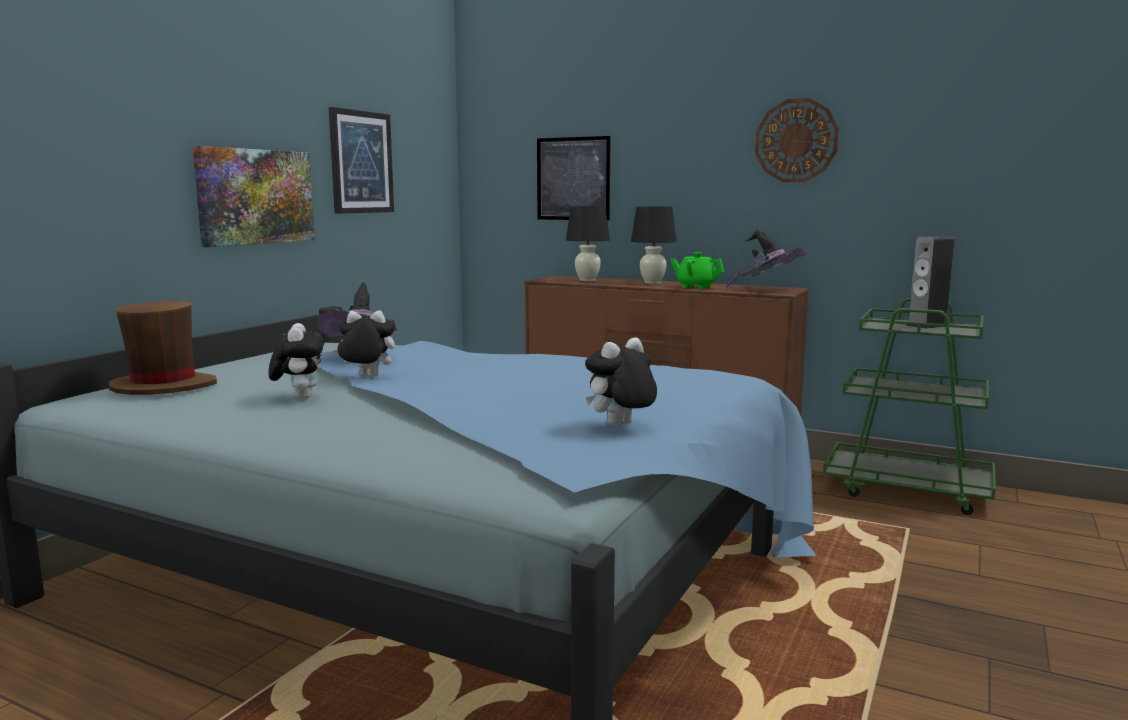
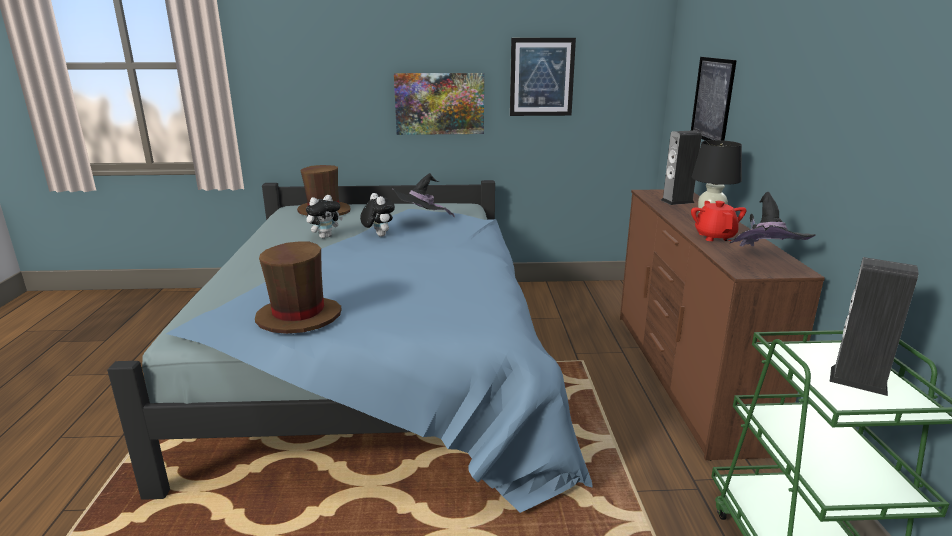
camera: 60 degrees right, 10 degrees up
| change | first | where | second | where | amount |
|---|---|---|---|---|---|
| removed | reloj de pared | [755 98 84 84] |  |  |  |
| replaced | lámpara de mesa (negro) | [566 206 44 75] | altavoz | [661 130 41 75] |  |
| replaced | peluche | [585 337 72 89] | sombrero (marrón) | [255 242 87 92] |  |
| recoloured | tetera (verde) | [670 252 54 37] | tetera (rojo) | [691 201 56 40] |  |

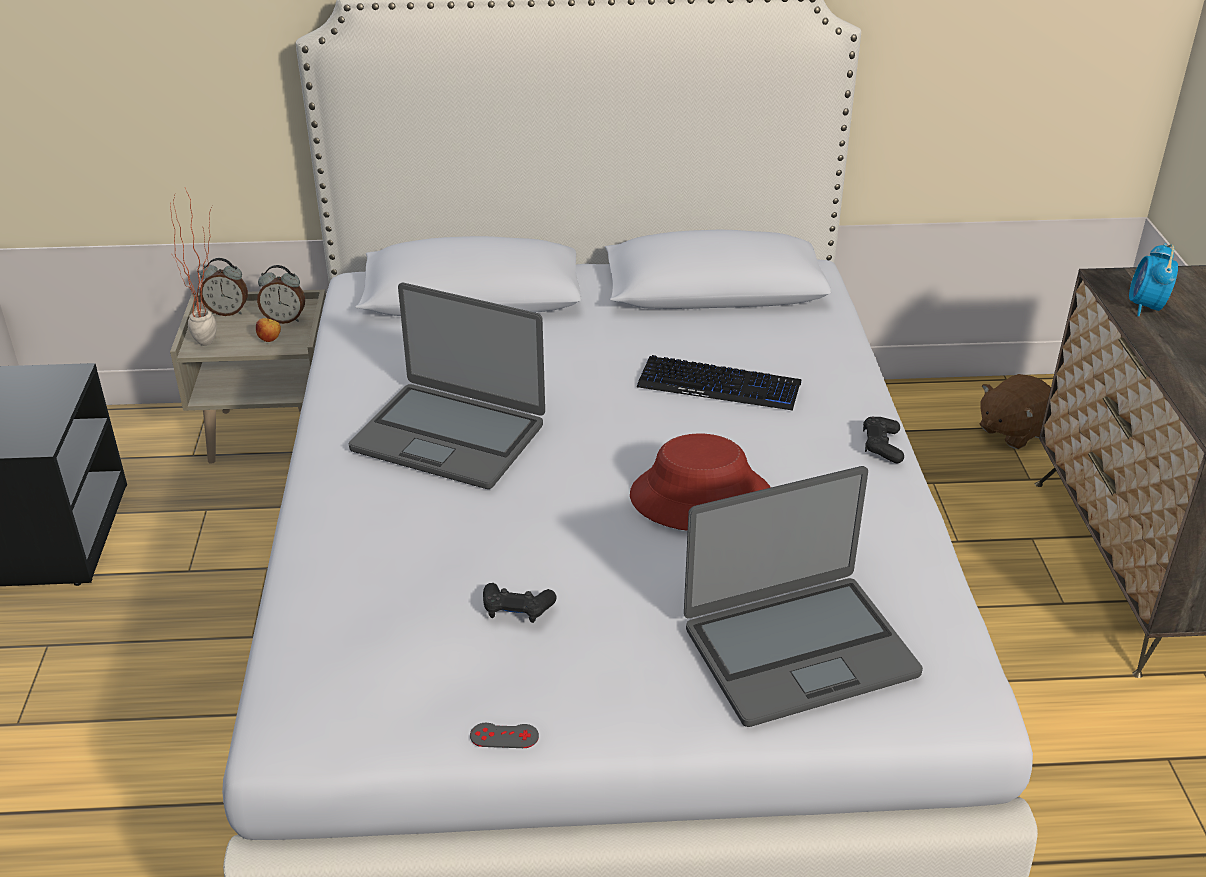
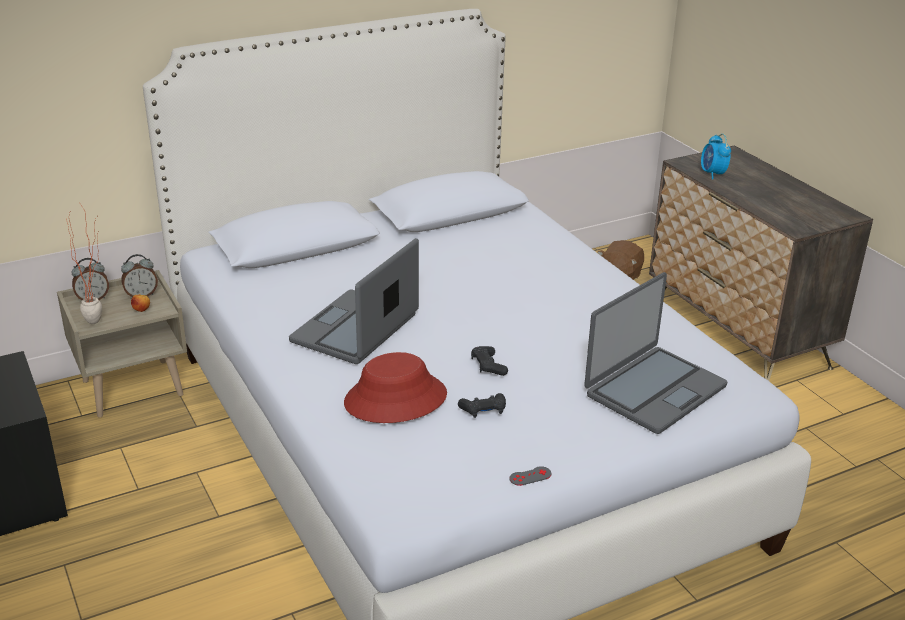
camera: 25 degrees left, 5 degrees down
| change | first | where | second | where | amount |
|---|---|---|---|---|---|
| removed | teclado | [637 355 164 55] |  |  |  |
| moved | sombrero (rojo) | [630 433 141 98] |  | [344 352 103 71] |  |
| moved | mando de consola (negro) | [863 417 41 46] |  | [471 346 37 30] |  |
| turned | portátil | [349 283 196 206] |  | [289 238 130 126] | 120 degrees clockwise |

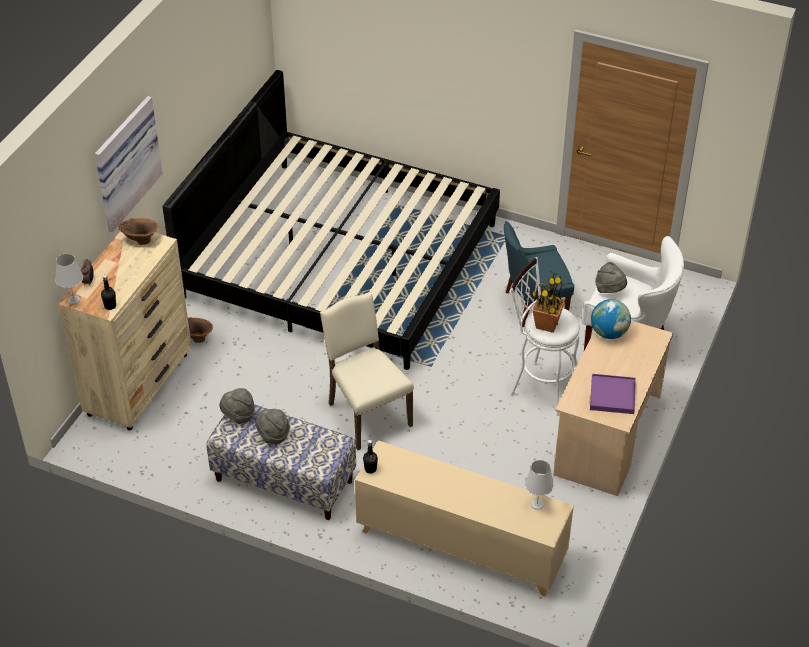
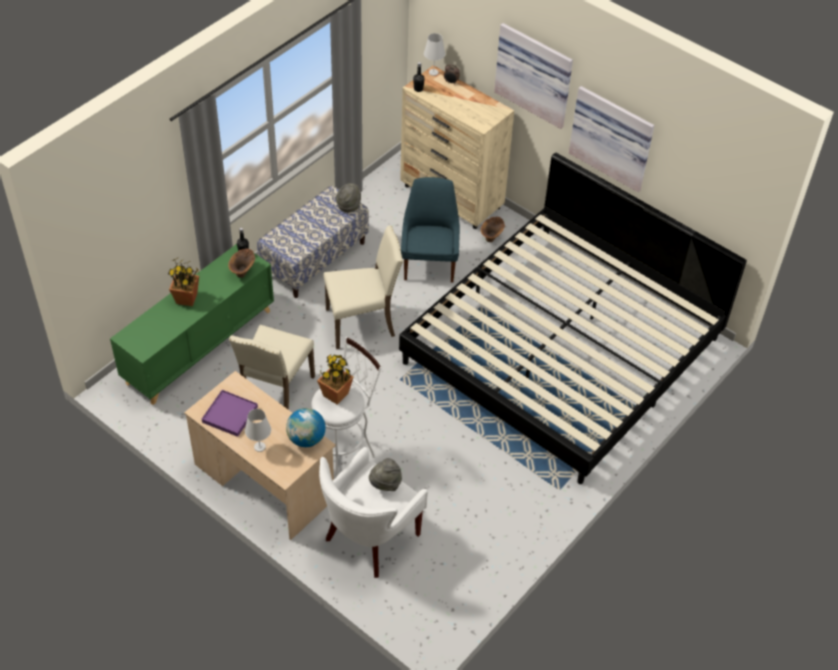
camera: 105 degrees right, 5 degrees up
| change | first | where | second | where | amount |
|---|---|---|---|---|---|
| removed | sombrero (gris) | [255 409 35 35] |  |  |  |
| added |  |  | planta en maceta | [168 258 31 48] |  |
| added |  |  | silla (beis) | [229 325 86 85] |  |
| added |  |  | cuadro | [569 86 85 106] |  |
| moved | florero (marrón) | [118 218 40 27] |  | [228 248 28 30] |  |
| moved | silla (azul) | [504 221 70 107] |  | [401 177 59 106] |  |
| moved | lámpara de mesa (blanco) | [525 460 29 50] |  | [245 409 26 43] |  |
| recoloured | armario (beis) | [355 440 219 157] | armario (verde) | [110 244 164 161] |  |

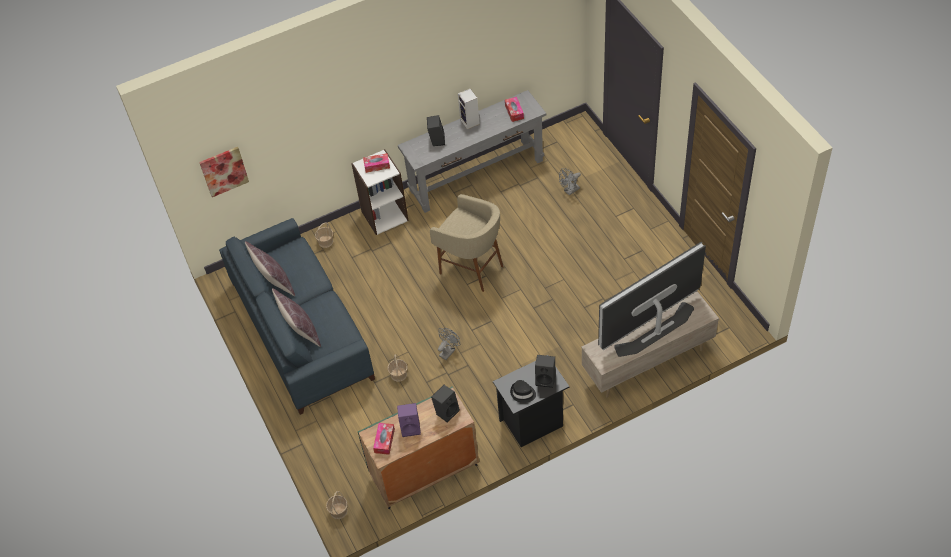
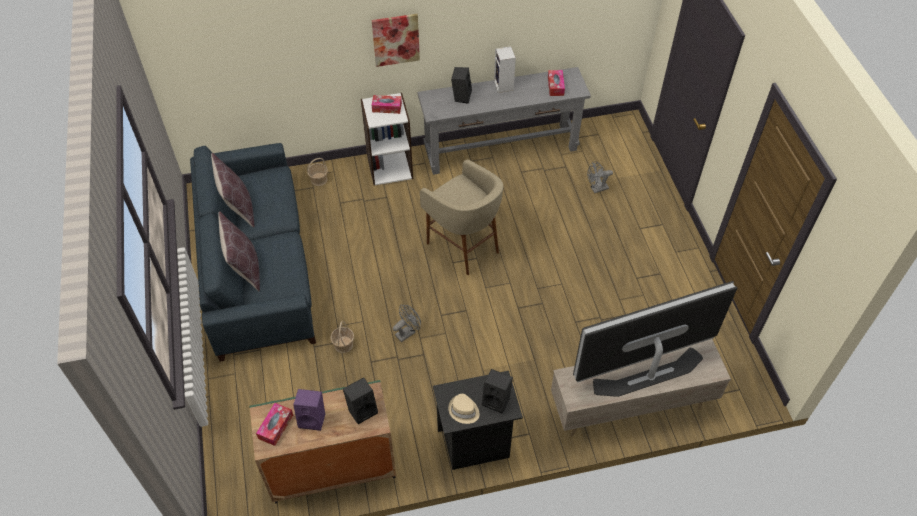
camera: 10 degrees right, 0 degrees up
| change | first | where | second | where | amount |
|---|---|---|---|---|---|
| removed | cesta | [326 491 22 28] |  |  |  |
| moved | cuadro | [199 147 50 50] |  | [372 14 48 53] |  |
| recoloured | sombrero (negro) | [510 380 26 23] | sombrero (beis) | [448 394 31 30] |  |

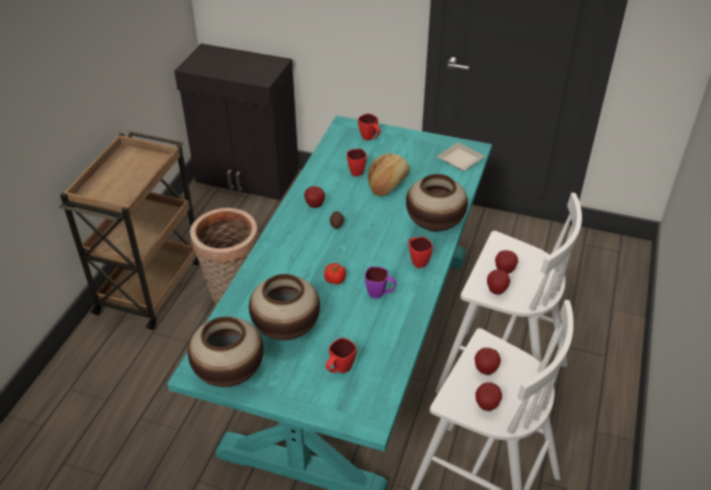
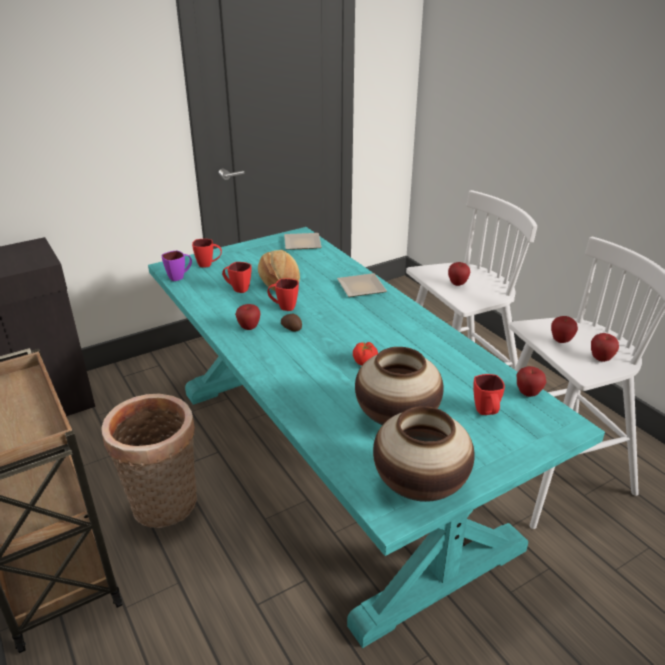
camera: 50 degrees left, 10 degrees down
| change | first | where | second | where | amount |
|---|---|---|---|---|---|
| moved | taza grande (morado) | [365 266 31 32] |  | [162 251 30 30] |  |
| moved | taza grande (rojo) | [409 237 24 31] |  | [267 278 32 33] |  |
| moved | manzana | [487 270 23 25] |  | [516 366 30 31] |  |
| replaced | florero | [406 174 62 58] | plato | [337 273 50 24] |  |

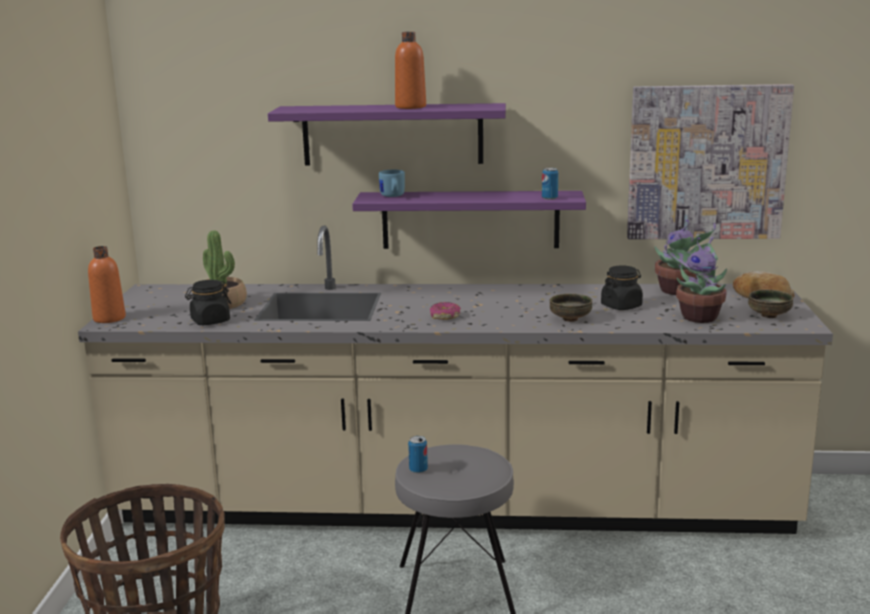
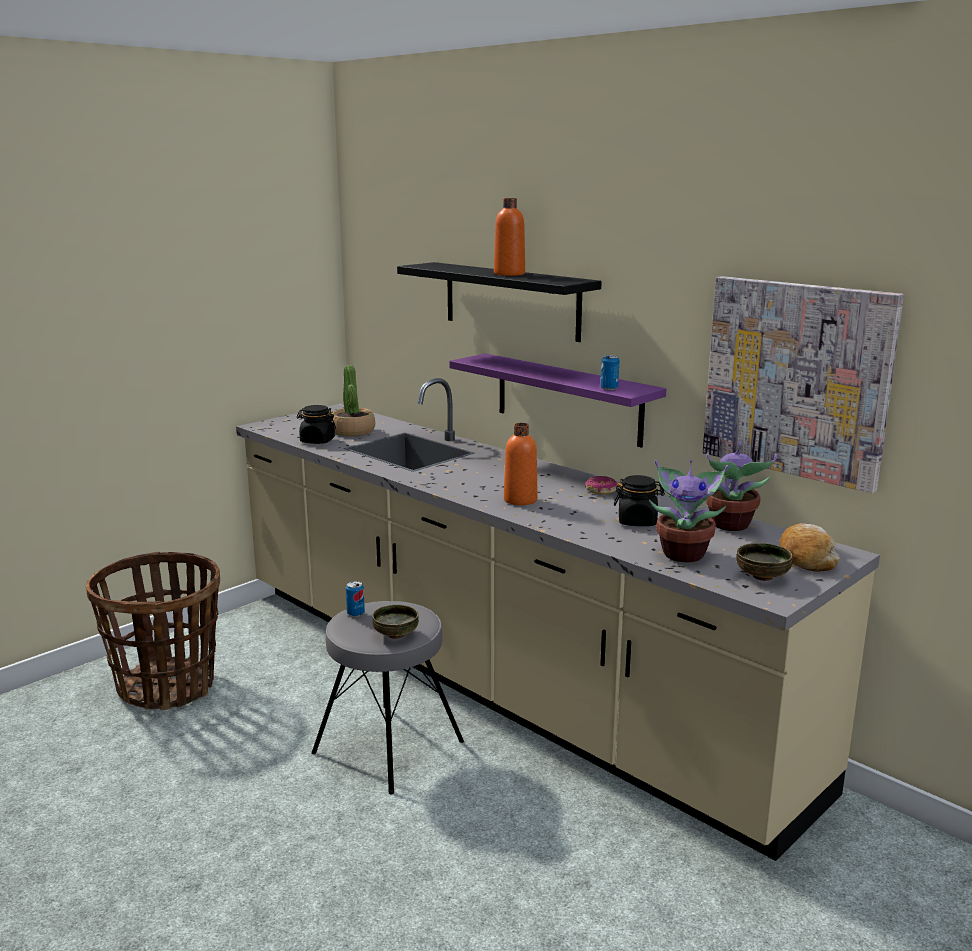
camera: 40 degrees right, 0 degrees up
| change | first | where | second | where | amount |
|---|---|---|---|---|---|
| removed | taza grande (azul) | [379 170 26 27] |  |  |  |
| moved | botella (naranja) | [88 246 38 77] |  | [504 423 34 82] |  |
| moved | rosquilla | [430 302 31 18] |  | [585 476 33 18] |  |
| moved | cuenco | [550 294 42 28] |  | [372 605 47 34] |  |
| recoloured | estante (morado) | [268 103 238 63] | estante (negro) | [397 262 205 80] |  |

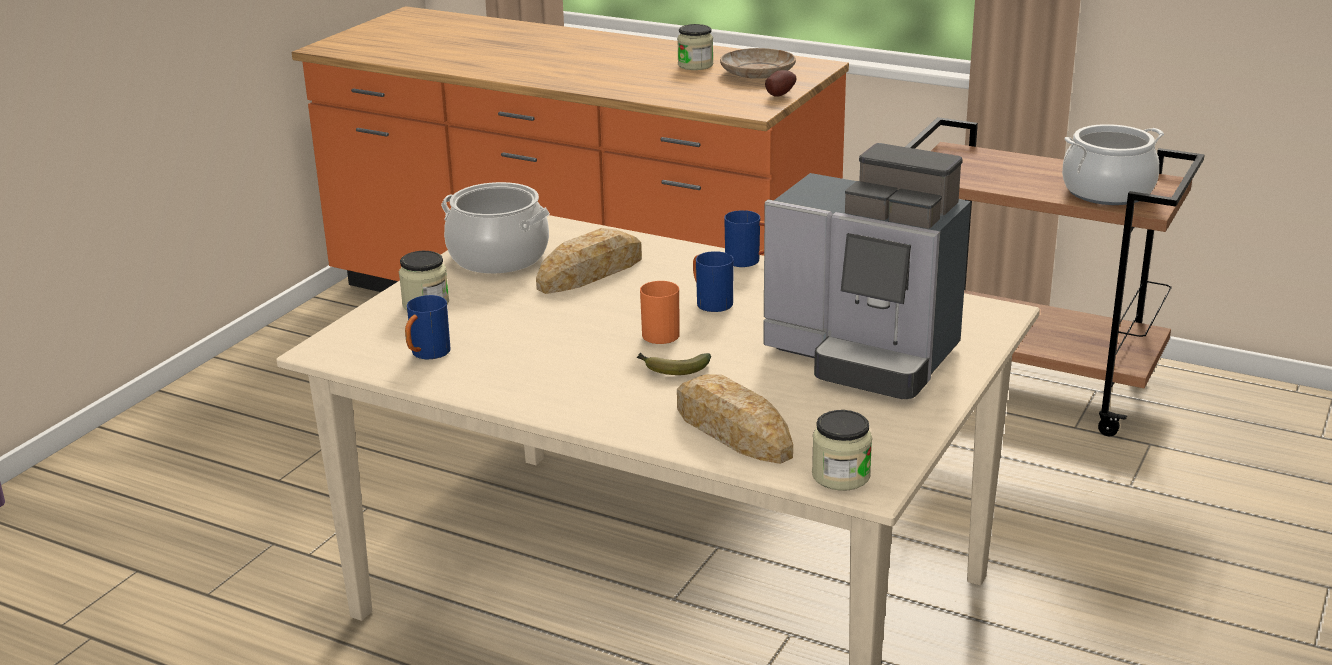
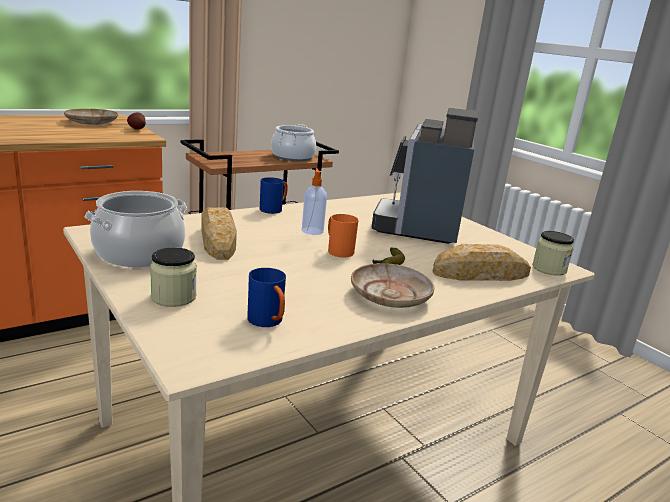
camera: 65 degrees left, 5 degrees down
| change | first | where | second | where | amount |
|---|---|---|---|---|---|
| removed | tarro | [677 24 36 46] |  |  |  |
| added |  |  | plato (beis) | [351 263 83 45] |  |
| replaced | taza grande (azul) | [693 251 41 61] | dispensador de jabón | [302 168 25 67] |  |
| turned | cafetera | [763 143 208 256] |  | [372 108 106 136] | 135 degrees clockwise |

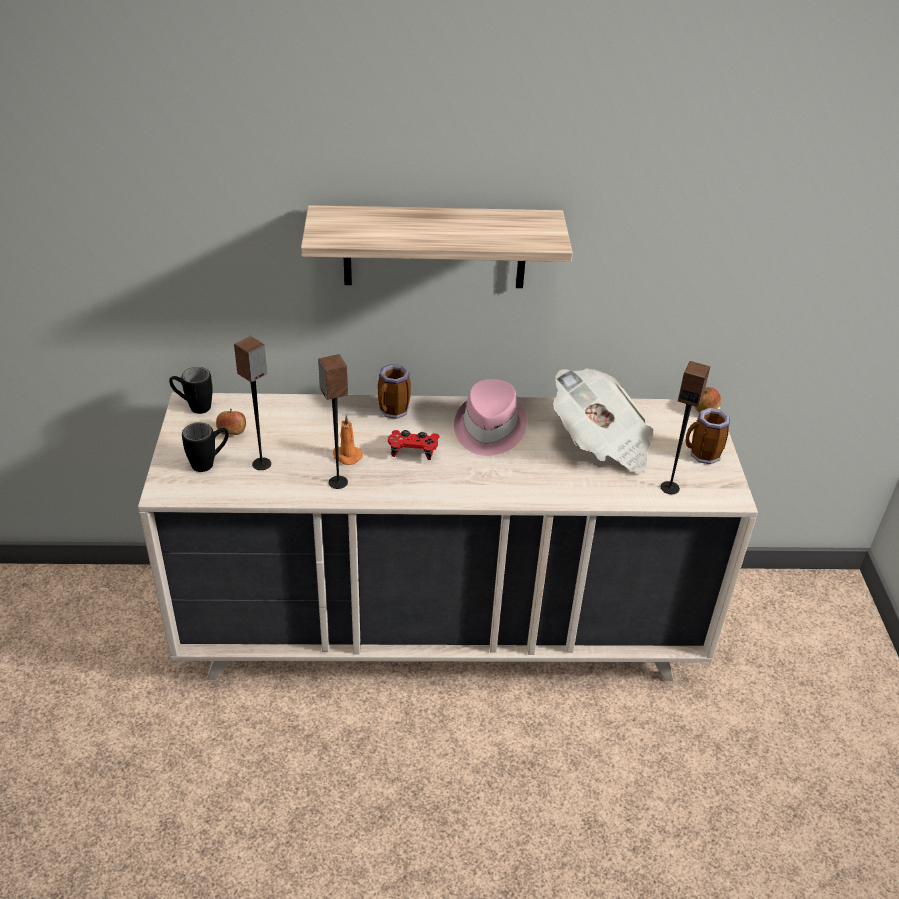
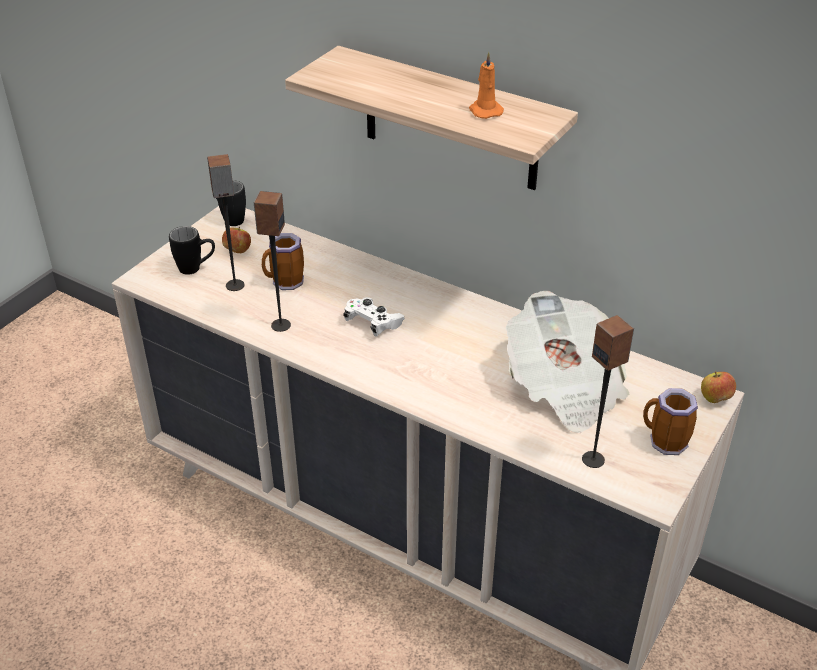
camera: 35 degrees right, 0 degrees up
| change | first | where | second | where | amount |
|---|---|---|---|---|---|
| removed | sombrero (rosa) | [454 379 73 77] |  |  |  |
| moved | vela (naranja) | [333 415 30 50] |  | [469 52 35 67] |  |
| moved | taza grande | [378 364 33 55] |  | [262 233 42 57] |  |
| recoloured | mando de consola (rojo) | [388 430 52 30] | mando de consola (blanco) | [343 297 62 40] |  |

